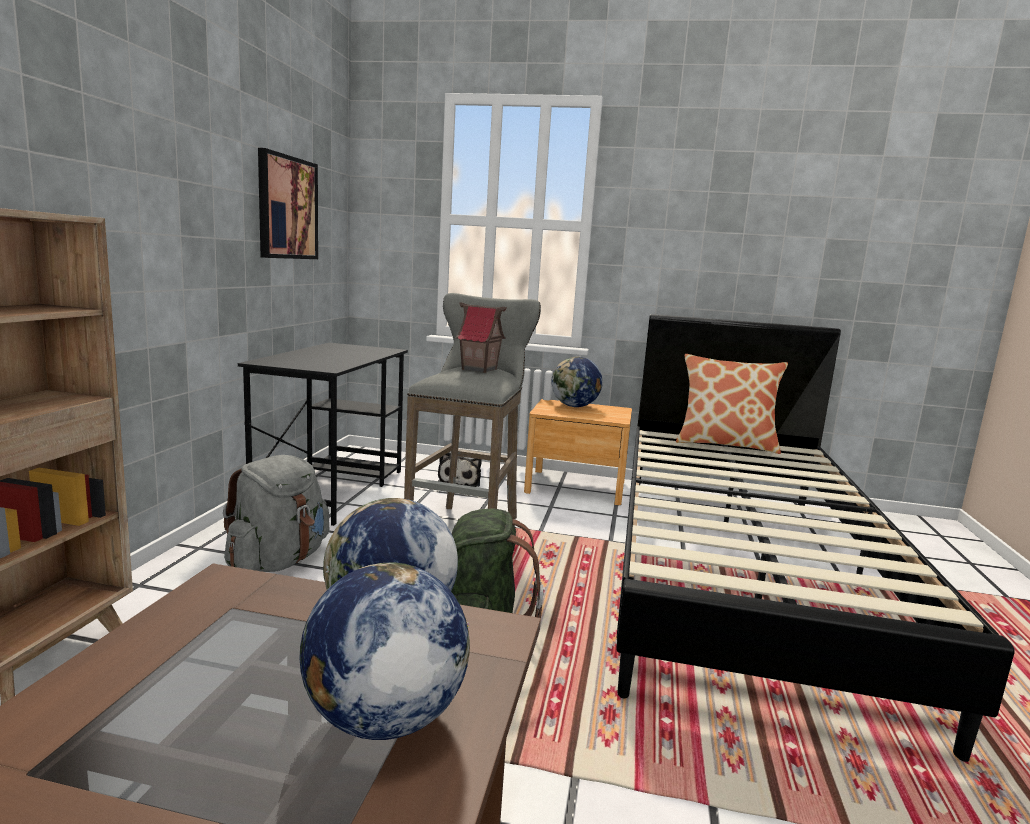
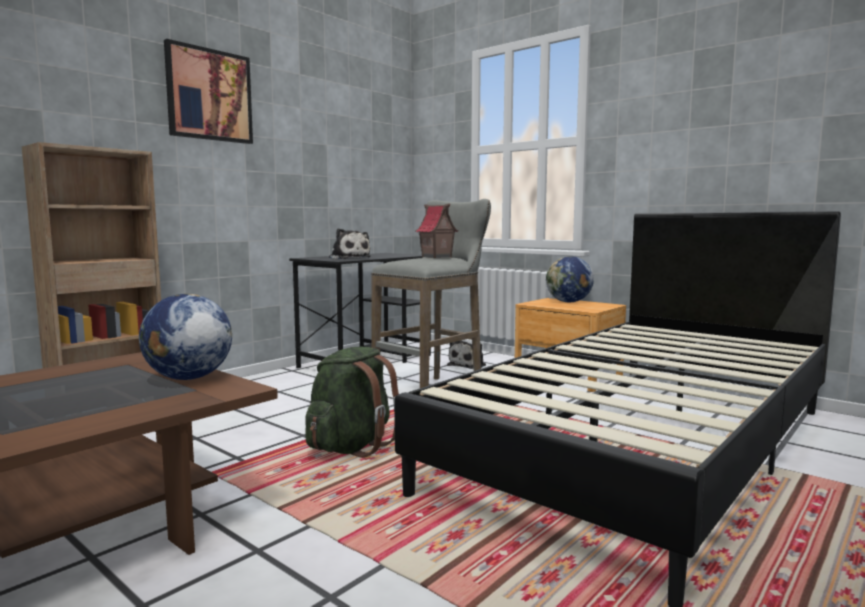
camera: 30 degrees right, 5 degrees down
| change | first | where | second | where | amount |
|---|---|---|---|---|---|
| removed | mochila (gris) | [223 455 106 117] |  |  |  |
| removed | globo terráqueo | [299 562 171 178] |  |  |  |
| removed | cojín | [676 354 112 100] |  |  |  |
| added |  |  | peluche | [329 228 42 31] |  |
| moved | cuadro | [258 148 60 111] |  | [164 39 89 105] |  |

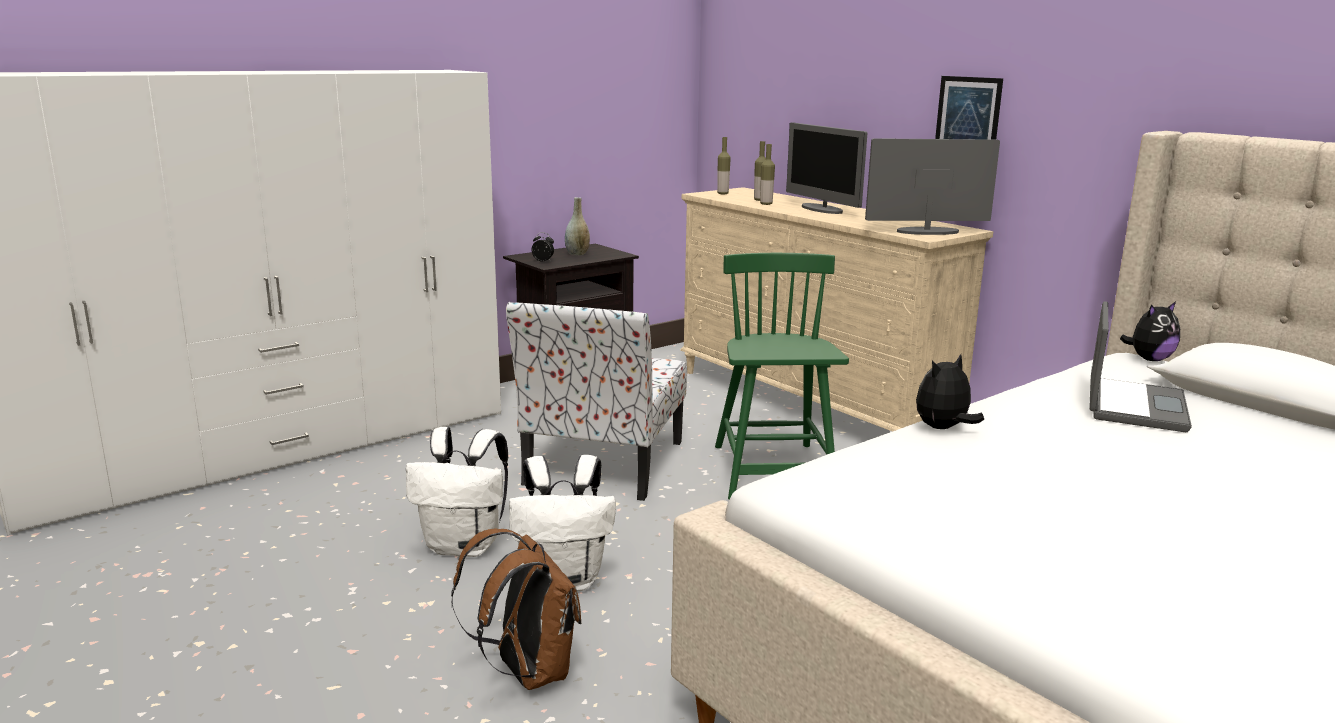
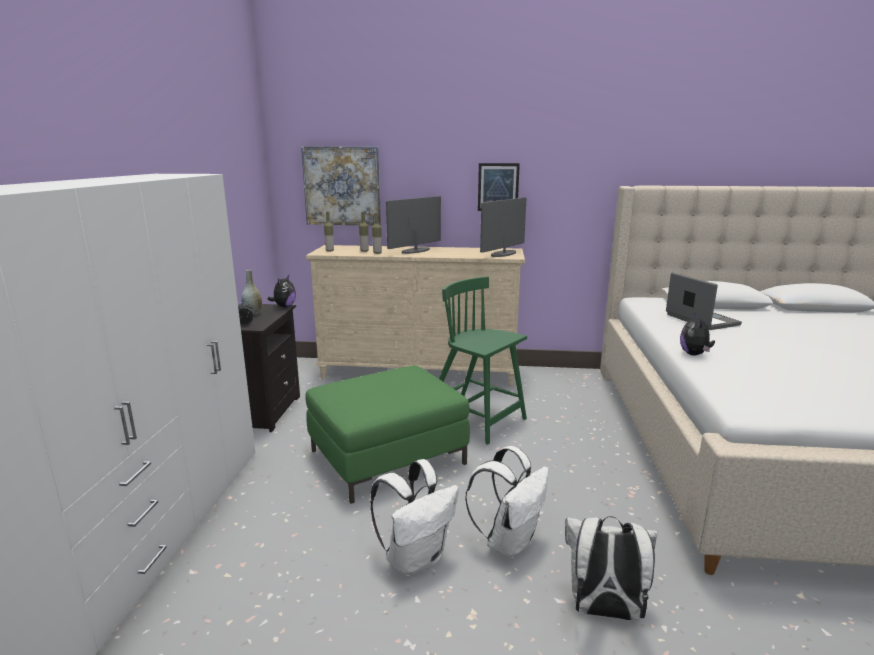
camera: 45 degrees left, 0 degrees up
| change | first | where | second | where | amount |
|---|---|---|---|---|---|
| added |  |  | cuadro | [301 146 80 80] |  |
| moved | peluche | [1120 301 60 60] |  | [267 275 29 32] |  |
| replaced | silla | [506 302 181 199] | puf (verde) | [305 365 165 139] |  |
| recoloured | mochila (marrón) | [451 528 130 162] | mochila (blanco) | [565 516 93 104] |  |
| turned | monitor | [786 123 81 91] |  | [386 196 55 58] | 120 degrees clockwise |

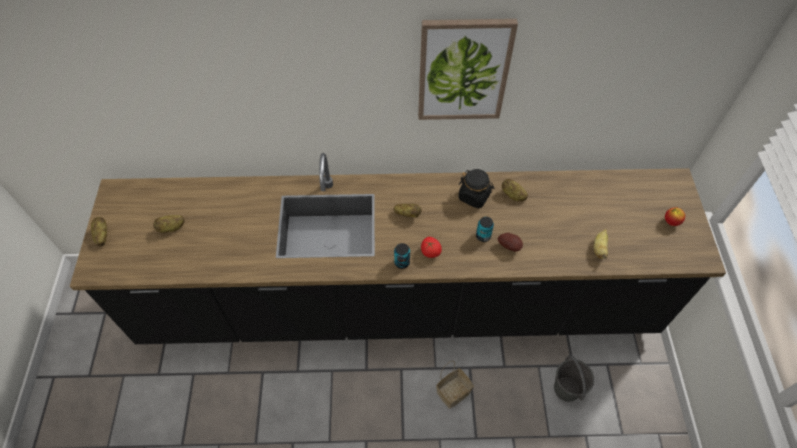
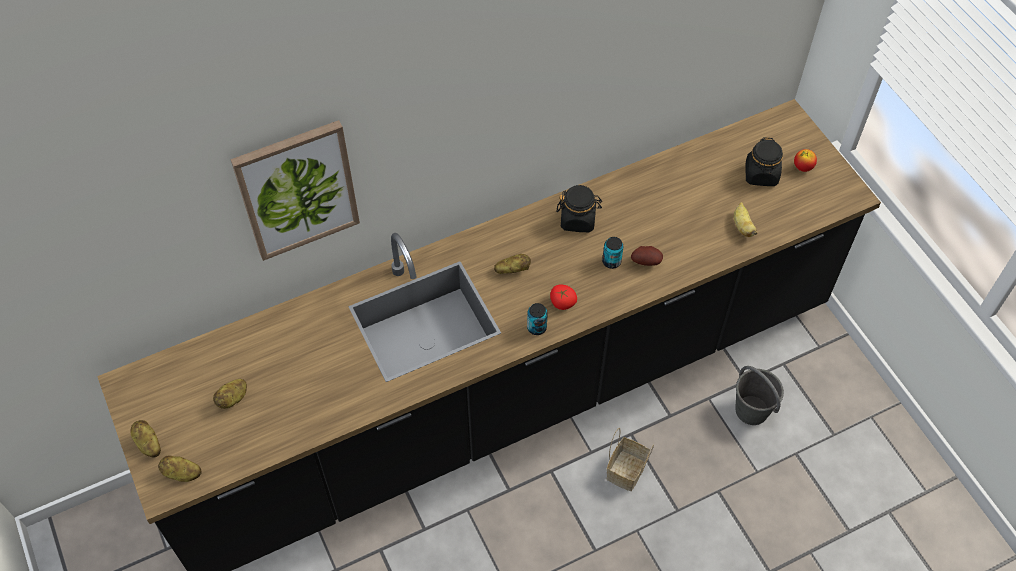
camera: 25 degrees left, 0 degrees up
| change | first | where | second | where | amount |
|---|---|---|---|---|---|
| added |  |  | tarro (negro) | [746 137 37 49] |  |
| moved | cuadro | [418 19 100 101] |  | [231 120 129 141] |  |
| moved | patata | [502 179 26 22] |  | [158 455 44 27] |  |

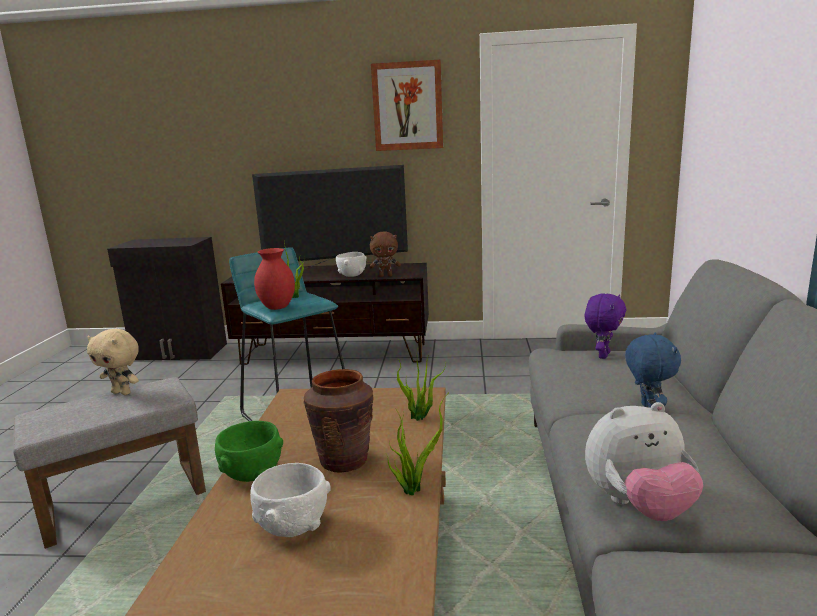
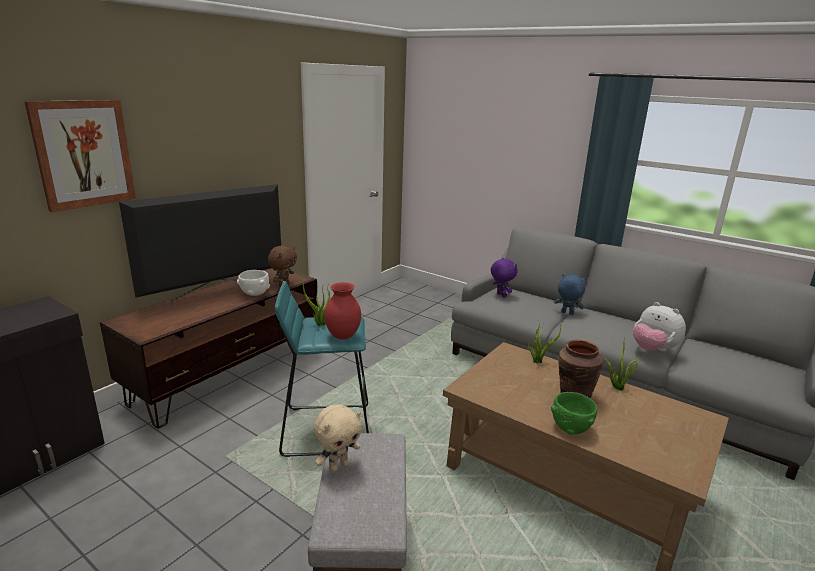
camera: 60 degrees left, 5 degrees up
| change | first | where | second | where | amount |
|---|---|---|---|---|---|
| removed | cuenco (blanco) | [250 463 81 74] |  |  |  |
| moved | cuadro | [371 60 72 91] |  | [24 100 112 112] |  |
| turned | televisor | [252 165 156 106] |  | [119 184 162 118] | 150 degrees counterclockwise |
| turned | peluche | [585 402 118 119] |  | [633 302 53 50] | 120 degrees clockwise |

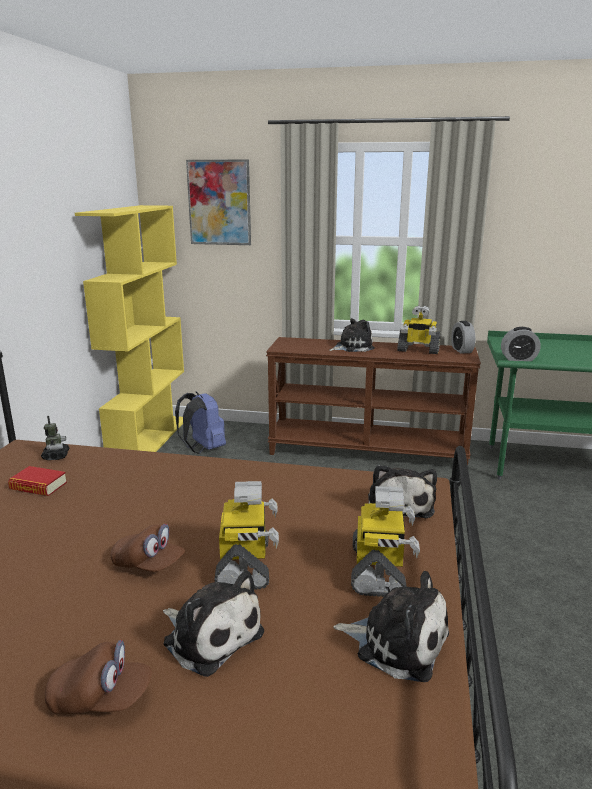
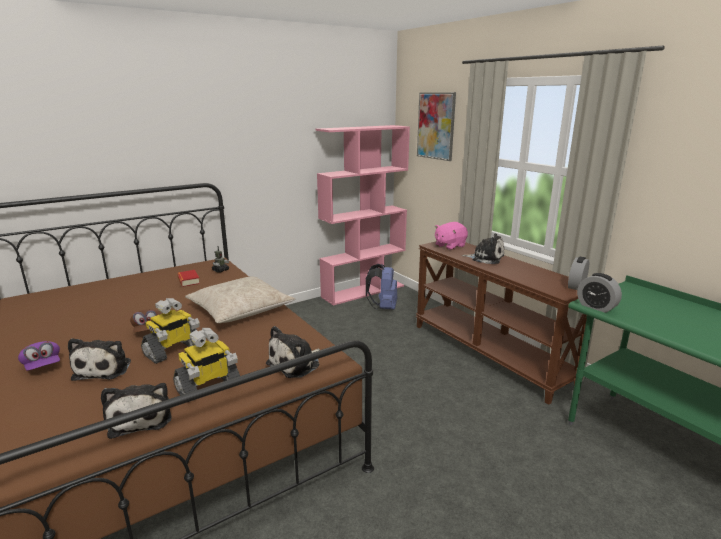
camera: 45 degrees right, 0 degrees up
| change | first | where | second | where | amount |
|---|---|---|---|---|---|
| removed | robot de juguete | [397 306 43 48] |  |  |  |
| added |  |  | cojín (beis) | [185 276 110 47] |  |
| added |  |  | peluche (rosa) | [435 222 33 28] |  |
| recoloured | gorra (marrón) | [45 640 107 74] | gorra (morado) | [18 341 42 30] |  |
| recoloured | estantería (amarillo) | [75 205 109 247] | estantería (rosa) | [315 125 95 181] |  |

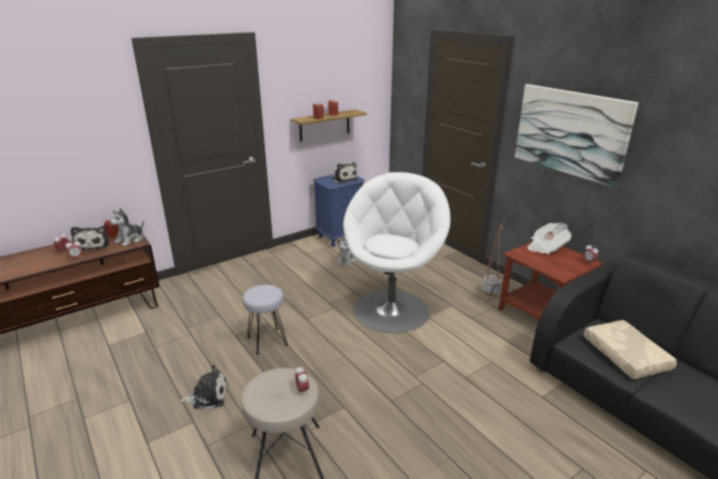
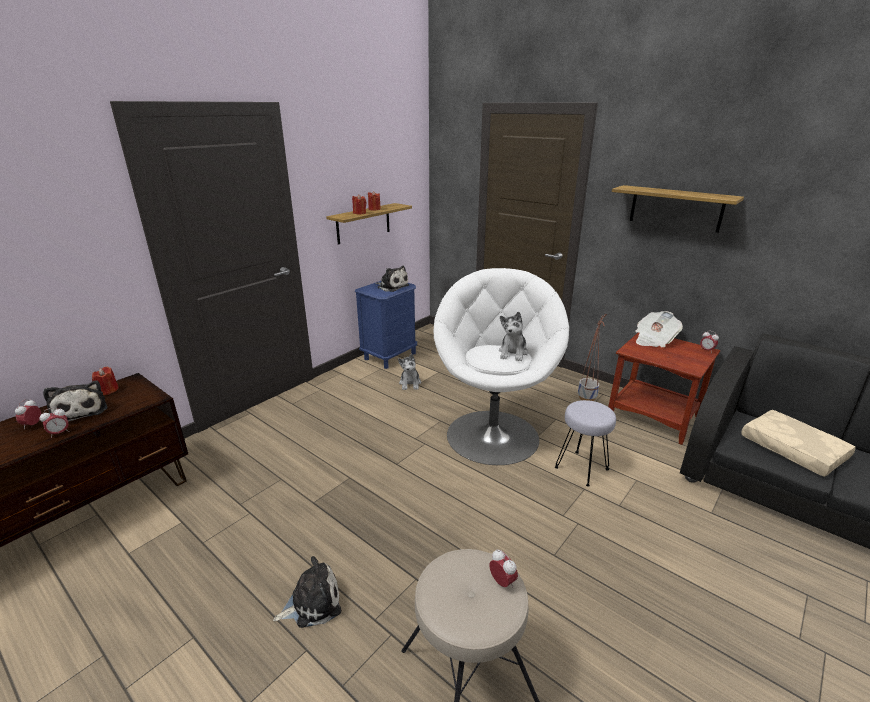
camera: 15 degrees left, 0 degrees up
| change | first | where | second | where | amount |
|---|---|---|---|---|---|
| moved | peluche | [109 208 35 38] |  | [499 312 29 49] |  |
| moved | taburete (gris) | [243 285 45 70] |  | [555 400 61 87] |  |
| replaced | cuadro | [515 84 123 104] | estante | [612 185 132 48] |  |

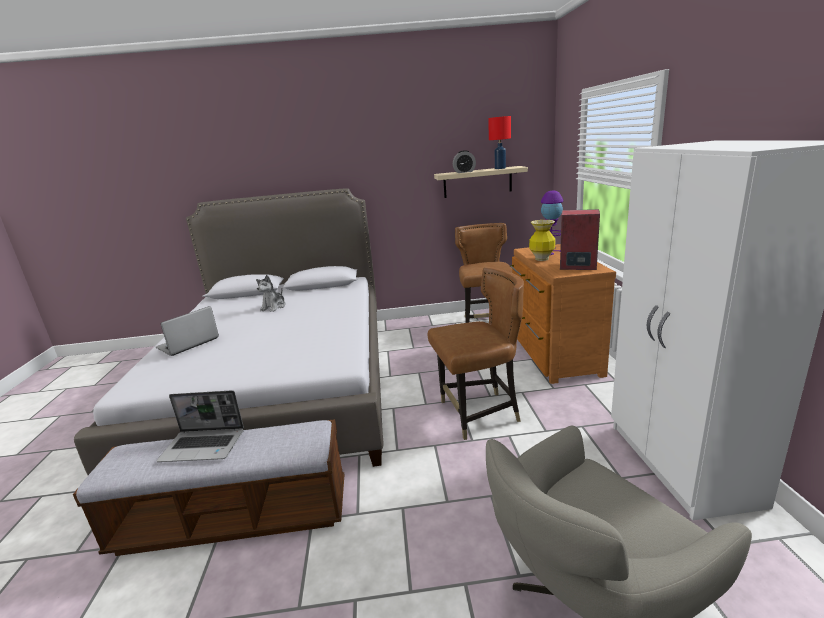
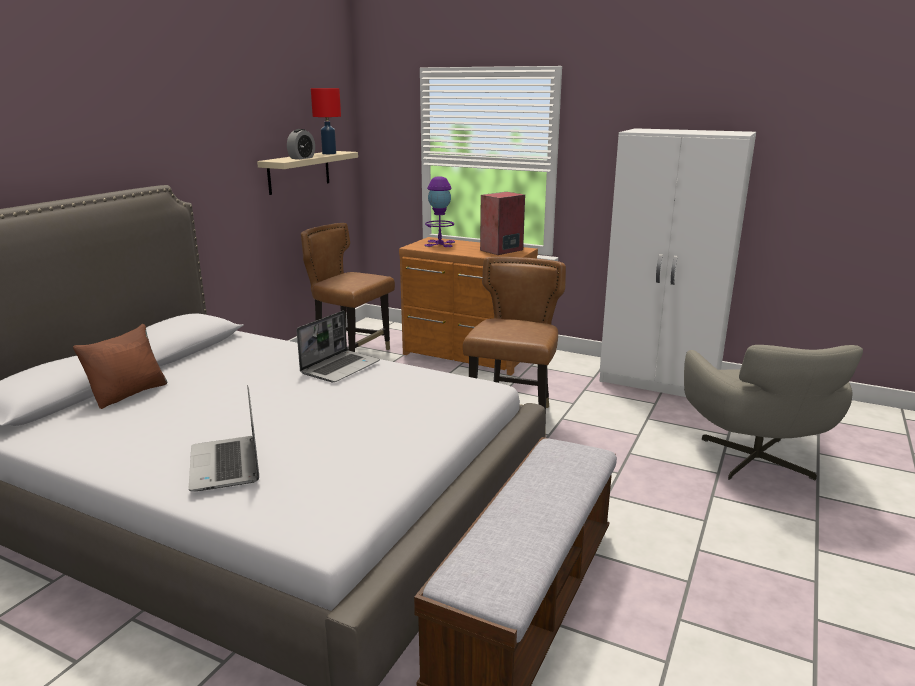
camera: 60 degrees left, 0 degrees up
| change | first | where | second | where | amount |
|---|---|---|---|---|---|
| removed | peluche | [256 275 30 37] |  |  |  |
| removed | florero | [529 220 26 41] |  |  |  |
| added |  |  | cojín (marrón) | [73 324 94 85] |  |
| moved | portátil | [157 390 87 72] |  | [296 311 84 71] |  |

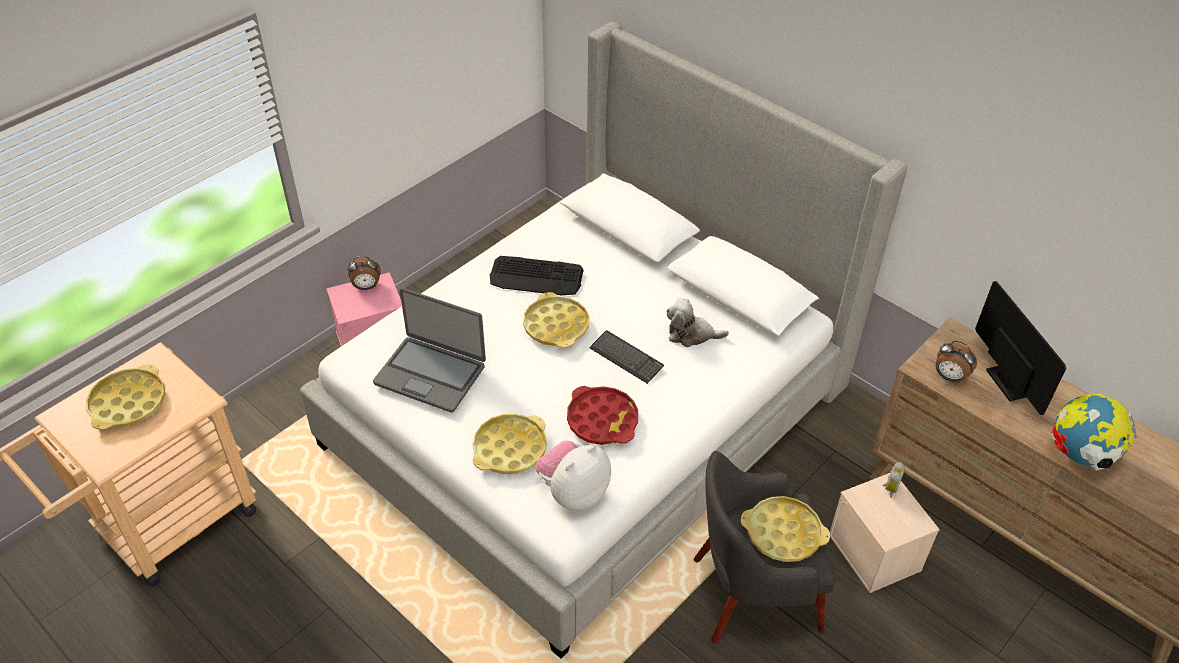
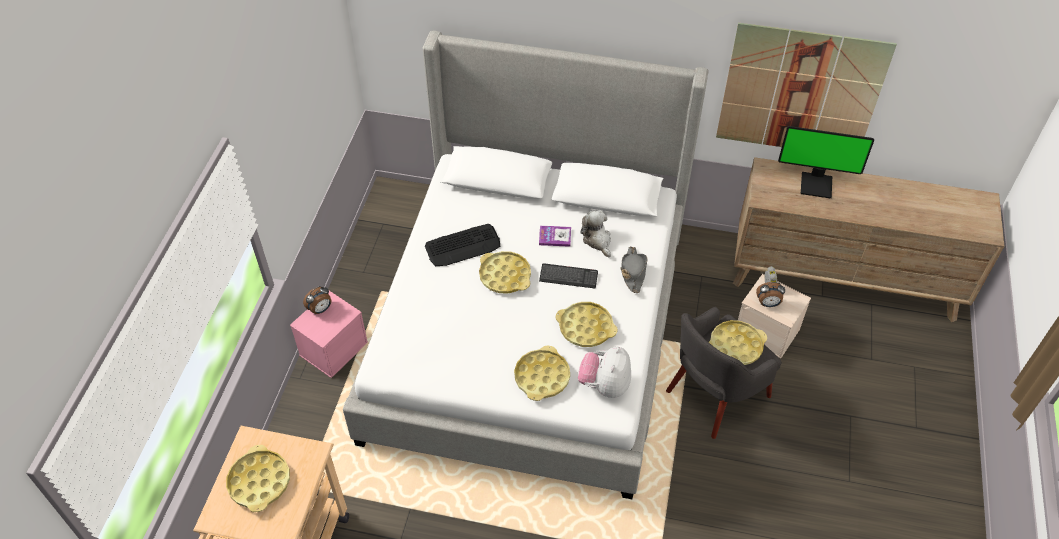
camera: 30 degrees left, 5 degrees up
| change | first | where | second | where | amount |
|---|---|---|---|---|---|
| removed | portátil | [373 288 113 125] |  |  |  |
| removed | globo terráqueo | [1051 394 86 77] |  |  |  |
| added |  |  | libro | [539 226 32 21] |  |
| added |  |  | sombrero (gris) | [620 246 27 47] |  |
| added |  |  | cuadro | [716 23 181 124] |  |
| moved | despertador | [935 341 42 42] |  | [756 282 29 25] |  |
| recoloured | bandeja (rojo) | [567 386 71 59] | bandeja (amarillo) | [555 302 63 45] |  |
| turned | peluche | [666 298 63 49] |  | [580 210 31 47] | 90 degrees clockwise |
| turned | monitor | [975 281 91 134] |  | [778 126 96 73] | 150 degrees clockwise |

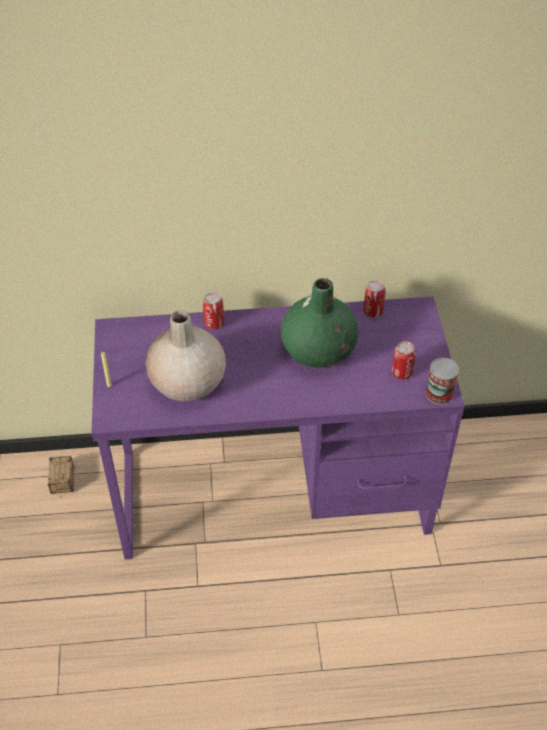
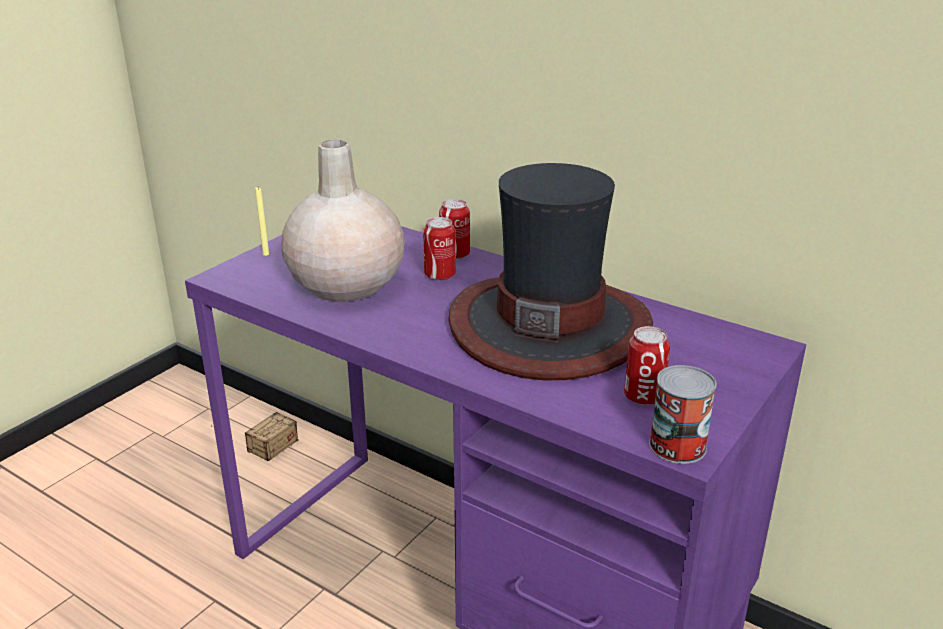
camera: 40 degrees right, 20 degrees down
| change | first | where | second | where | amount |
|---|---|---|---|---|---|
| moved | lata | [363 280 23 37] |  | [423 217 33 63] |  |
| replaced | florero (verde) | [281 278 78 90] | sombrero | [448 163 205 217] |  |

